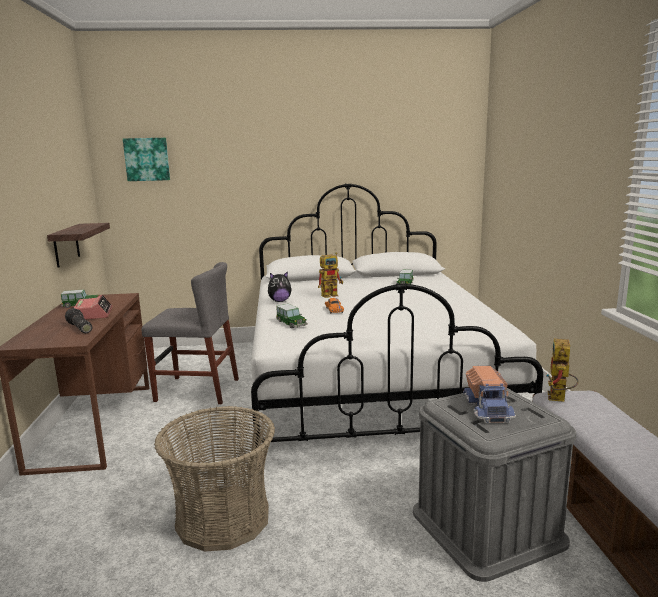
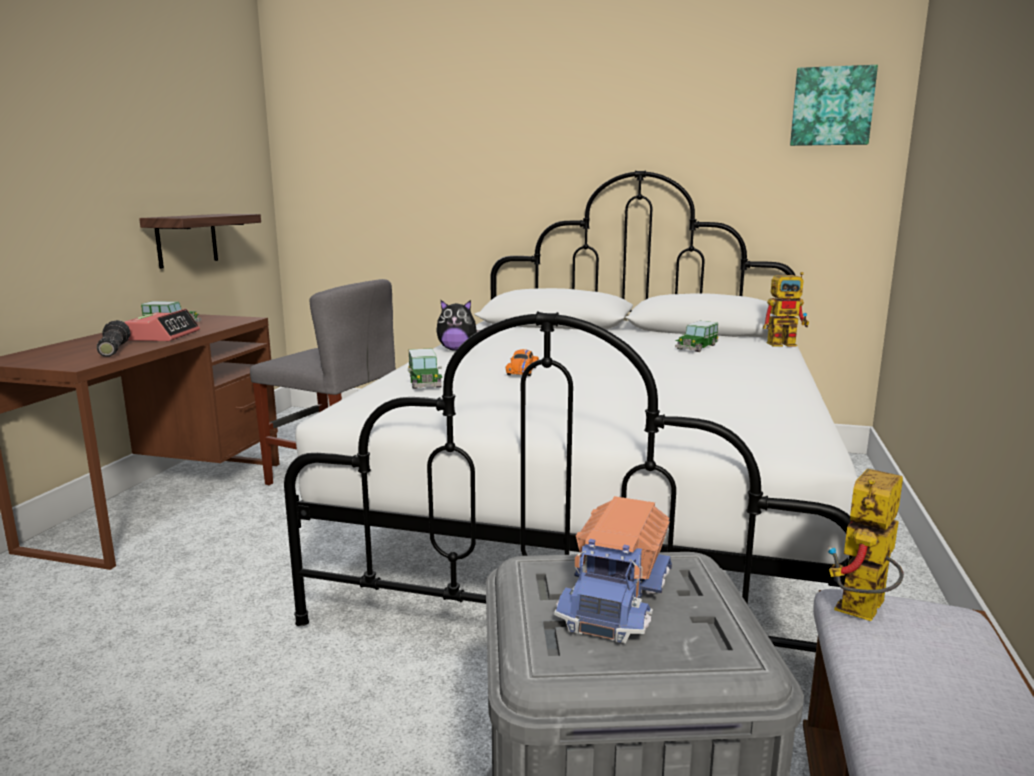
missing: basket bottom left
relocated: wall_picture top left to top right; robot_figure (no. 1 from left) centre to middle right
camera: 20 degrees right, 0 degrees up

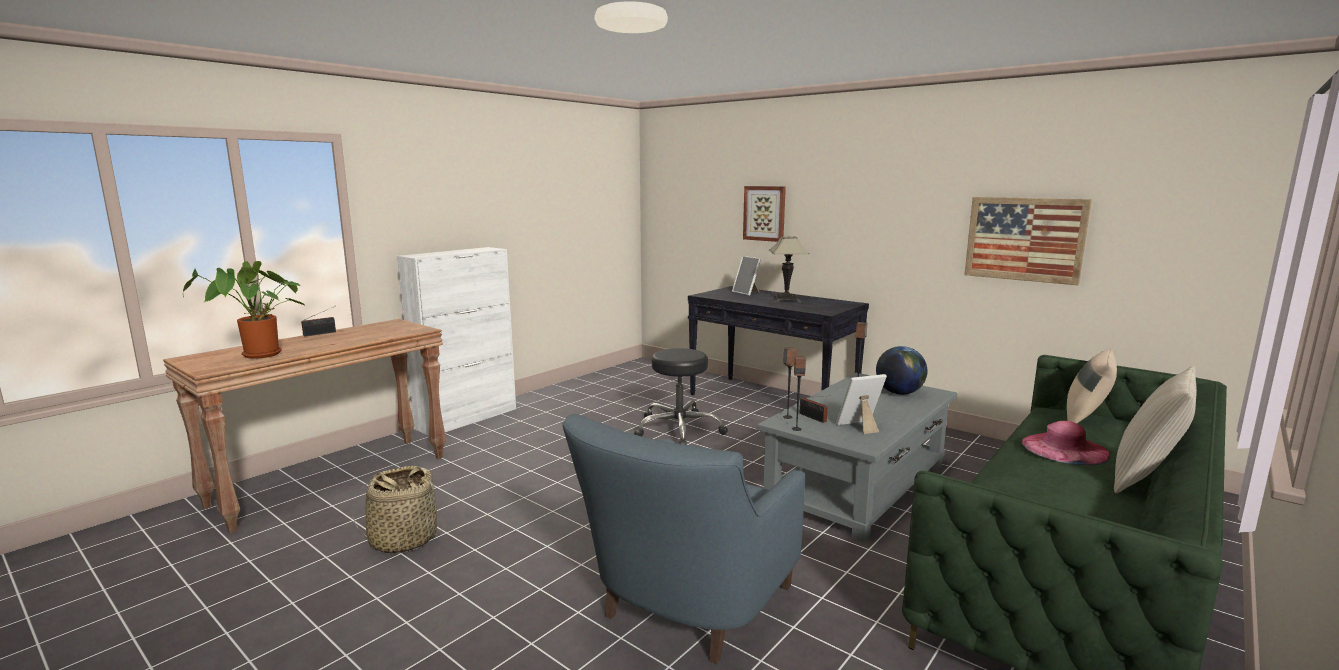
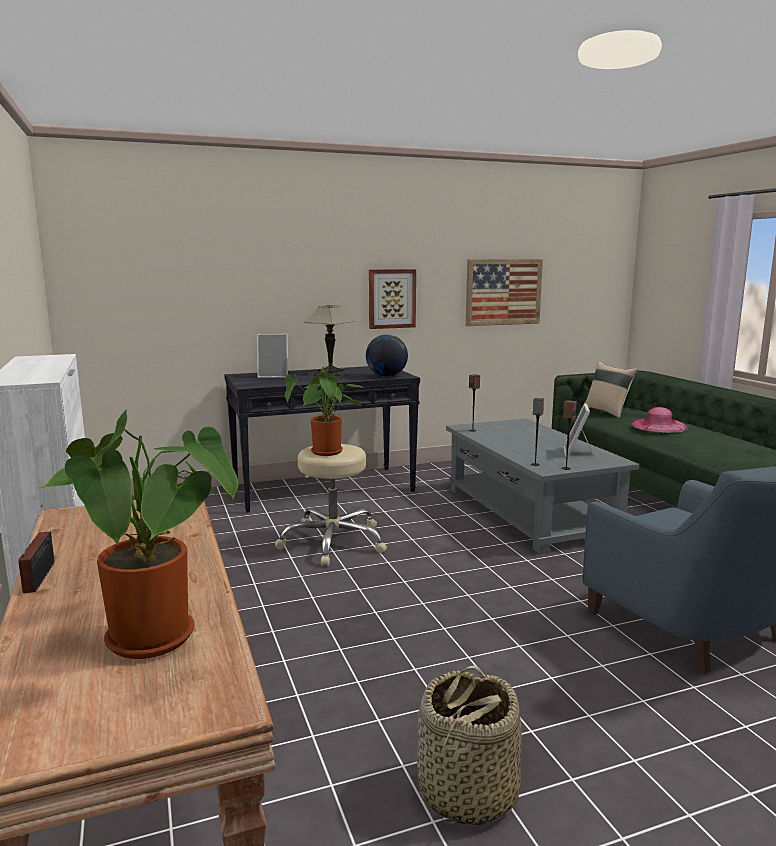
missing: radio_receiver (no. 2 from left) centre; beige_cushion (no. 2 from left) middle right
appeared: plant_in_a_pot (no. 2 from left) centre
relocated: wall_picture (no. 1 from left) top centre to centre; desk_globe middle right to centre
colour: blackish_stool_seat centre to beige_stool_seat centre
camera: 60 degrees left, 0 degrees up

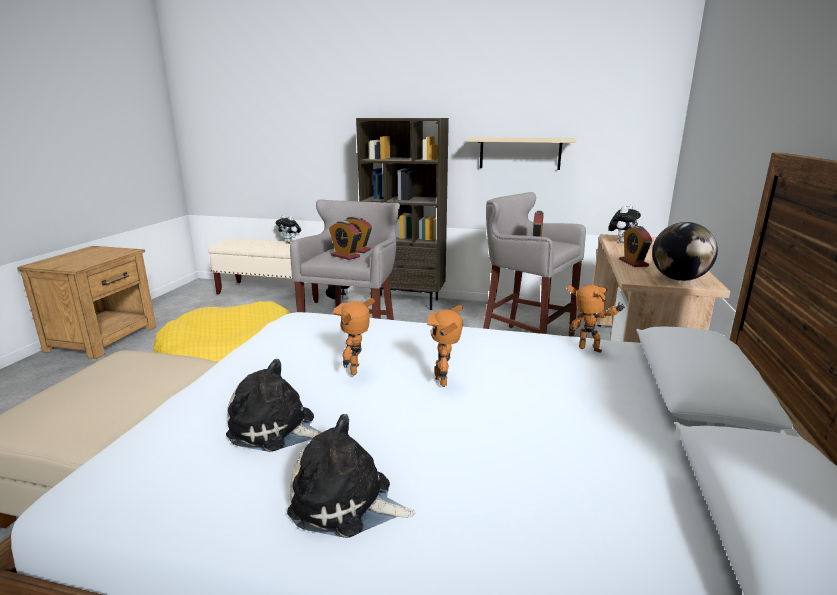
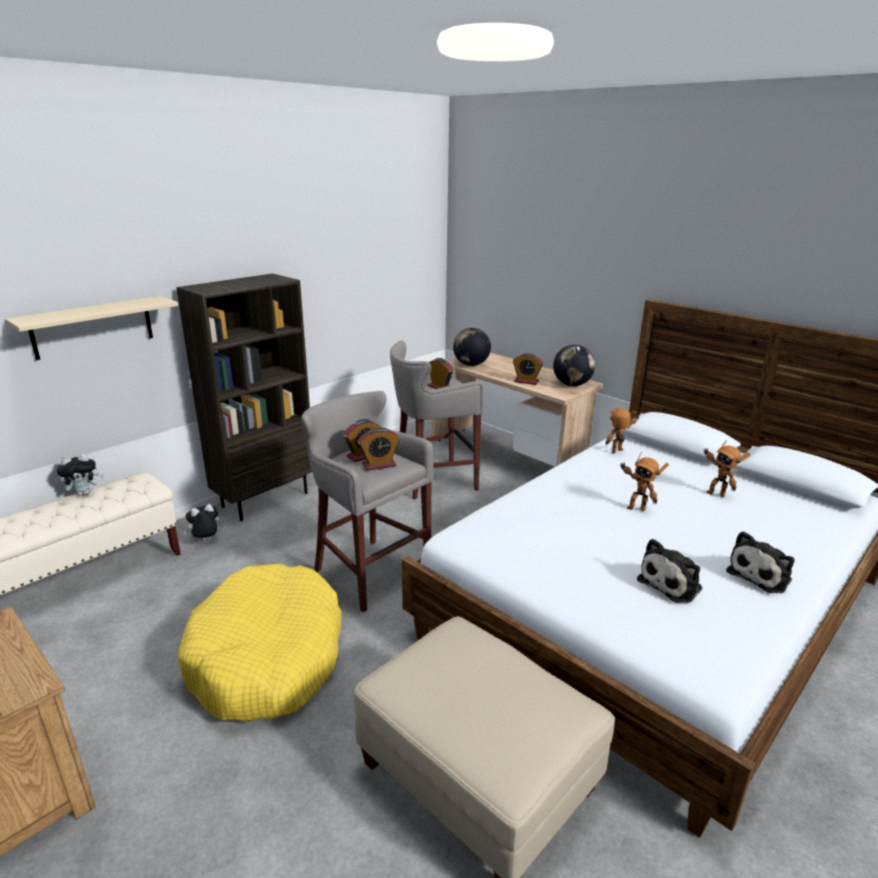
relocated: robot_figure (no. 1 from left in the first image) centre to robot_figure (no. 3 from left) middle right; beige_wall_shelf top centre to middle left
exchanged: cuddly_toy (no. 5 from left) middle right to desk_globe (no. 1 from left) centre
camera: 60 degrees left, 5 degrees up

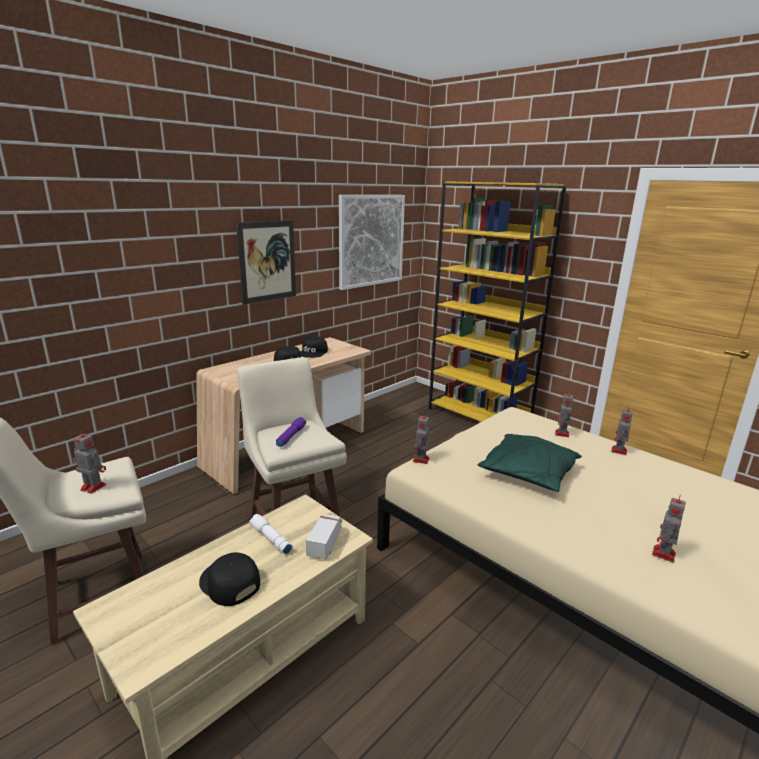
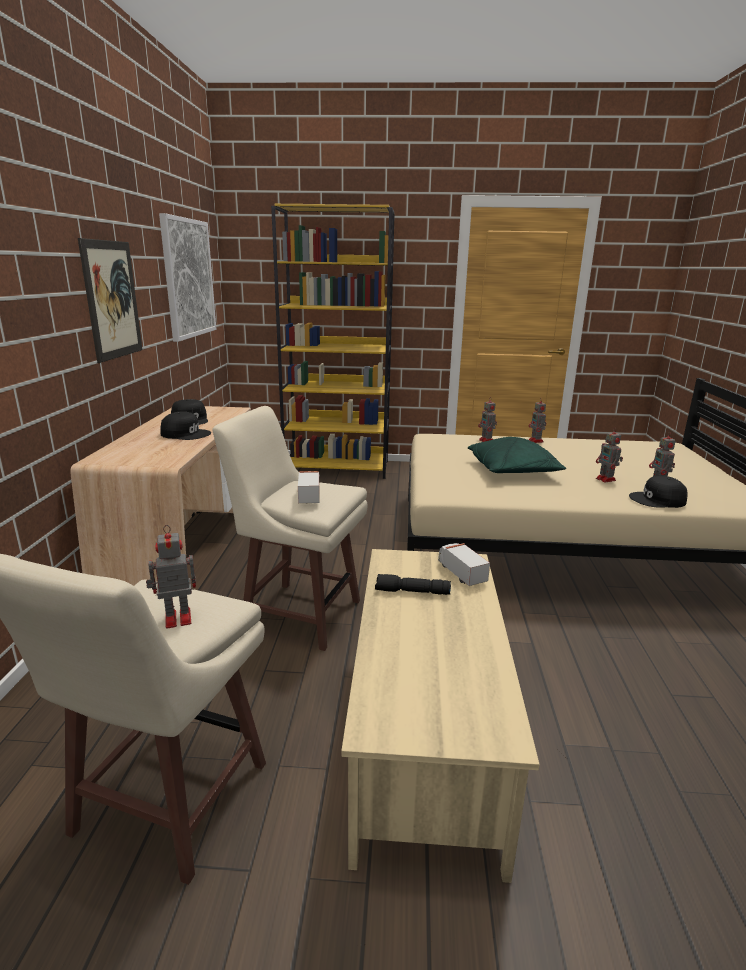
relocated: blackish_cap (no. 1 from left in the first image) bottom left to blackish_cap (no. 3 from left) middle right; robot_figure (no. 2 from left in the first image) centre to robot_figure (no. 4 from left) middle right
exchanged: purple_flashlight centre to toy_truck (no. 1 from left) centre
colour: white_flashlight bottom centre to blackish_flashlight centre
camera: 40 degrees left, 0 degrees up

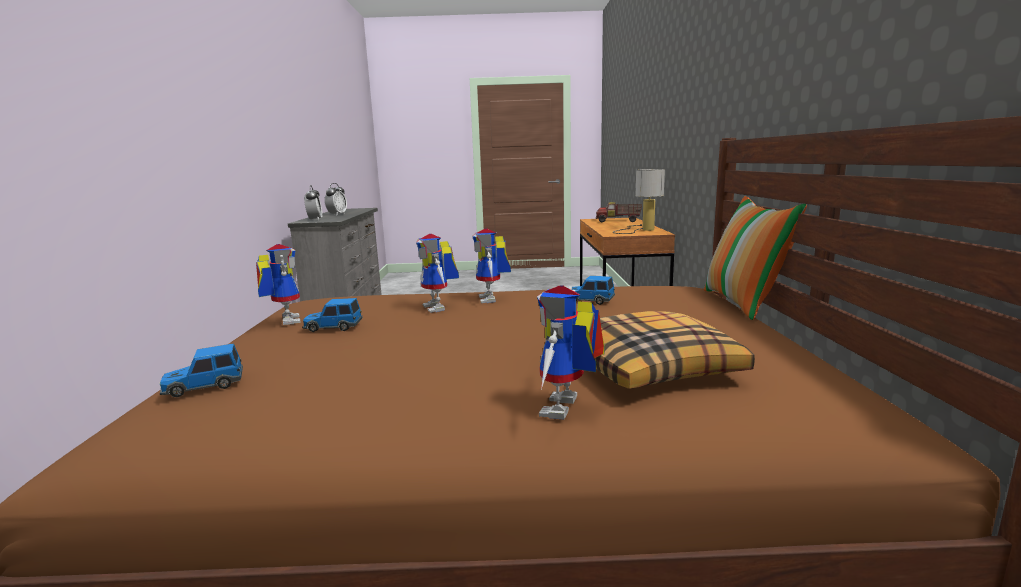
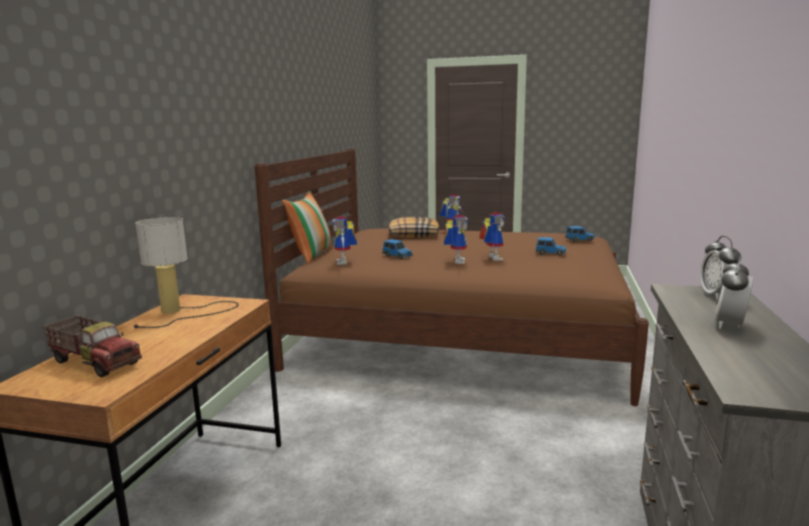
relocated: robot_figure (no. 1 from left) middle left to centre
camera: 165 degrees left, 0 degrees up

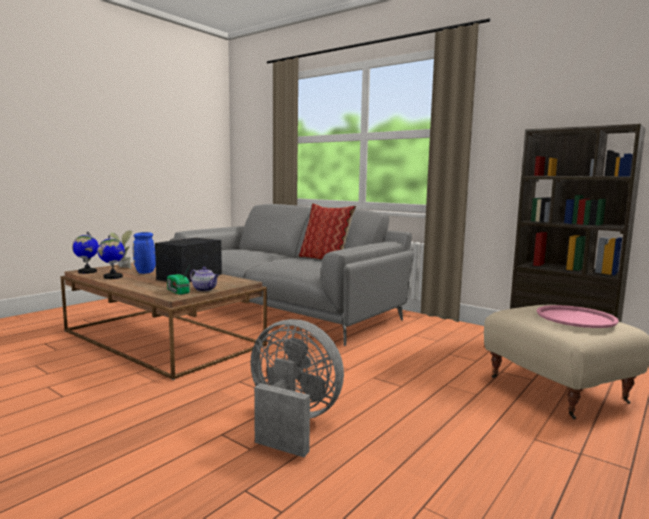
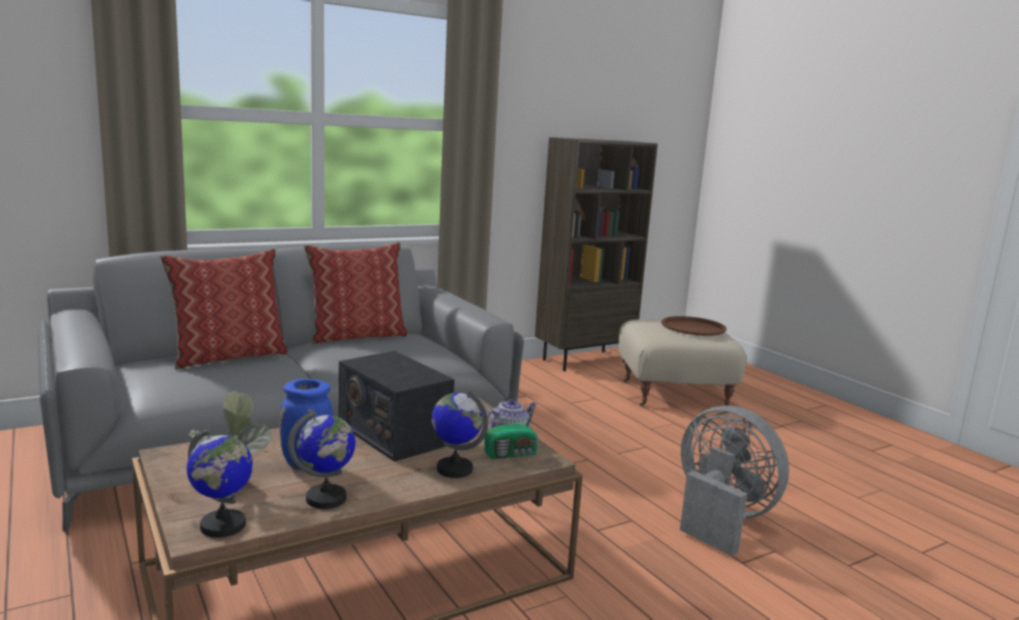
appeared: cushion (no. 1 from left) middle left; desk_globe (no. 3 from left) bottom centre
colour: pink-coloured_tray middle right to brown_tray middle right
spun: gray_fan bottom centre = bottom right 90 degrees clockwise
camera: 70 degrees left, 5 degrees up

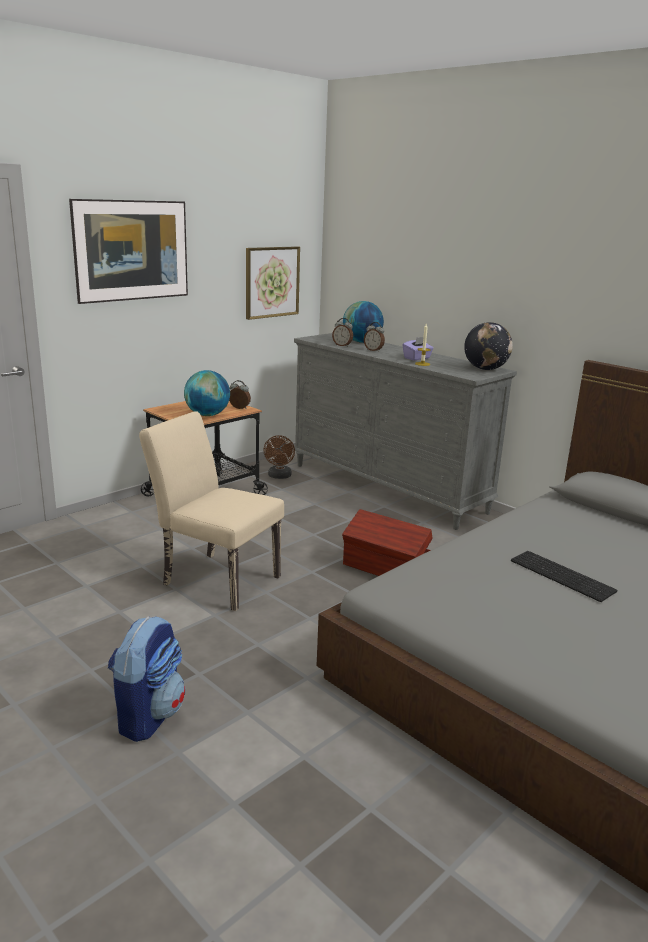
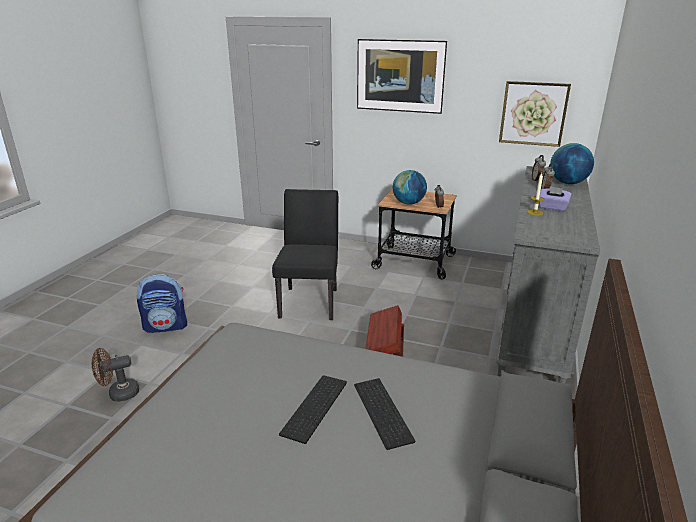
missing: desk_globe (no. 3 from left) middle right
appeared: keyboard (no. 2 from left) bottom centre
relocated: brown_fan centre to bottom left
colour: beige_chair middle left to blackish_chair centre
camera: 65 degrees right, 5 degrees up

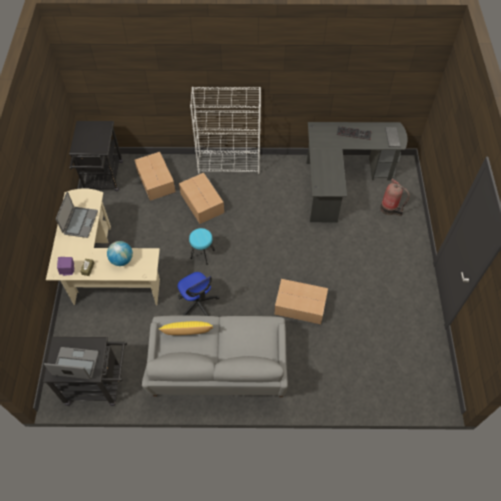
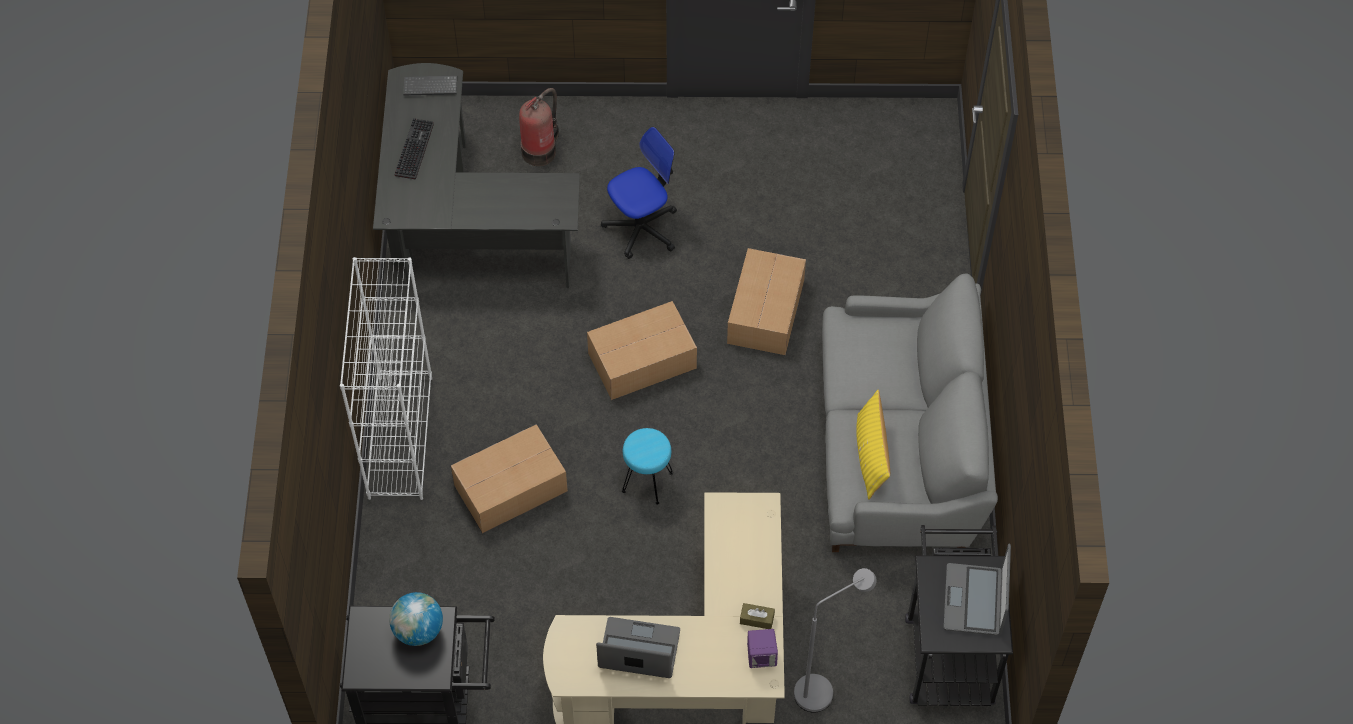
appeared: gray_standing_lamp bottom centre
relocated: desk_globe middle left to bottom left; packing_box (no. 1 from left in the first image) middle left to packing_box (no. 2 from left) centre; office_chair centre to top centre
camera: 90 degrees left, 0 degrees up

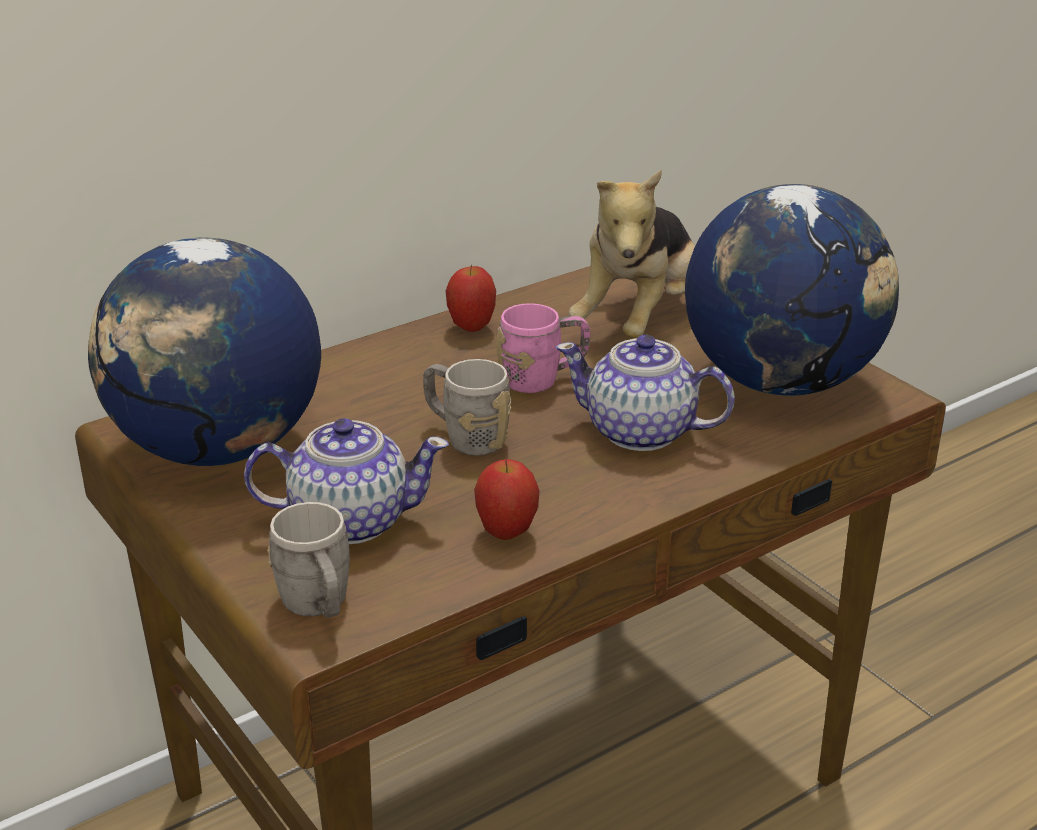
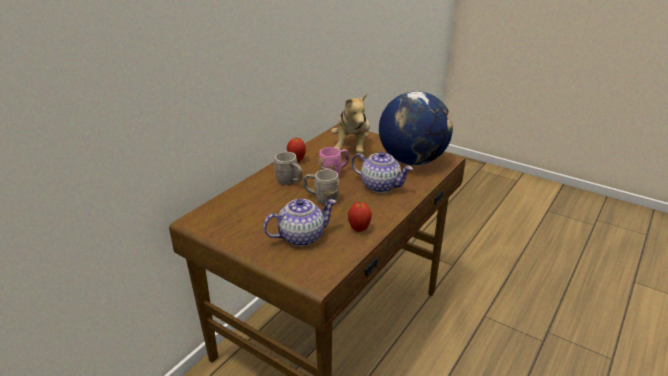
missing: desk_globe (no. 1 from left) middle left
relocated: gray_mug (no. 1 from left) bottom left to centre
spun: teapot (no. 2 from left) centre = centre 150 degrees counterclockwise
camera: 20 degrees left, 0 degrees up

